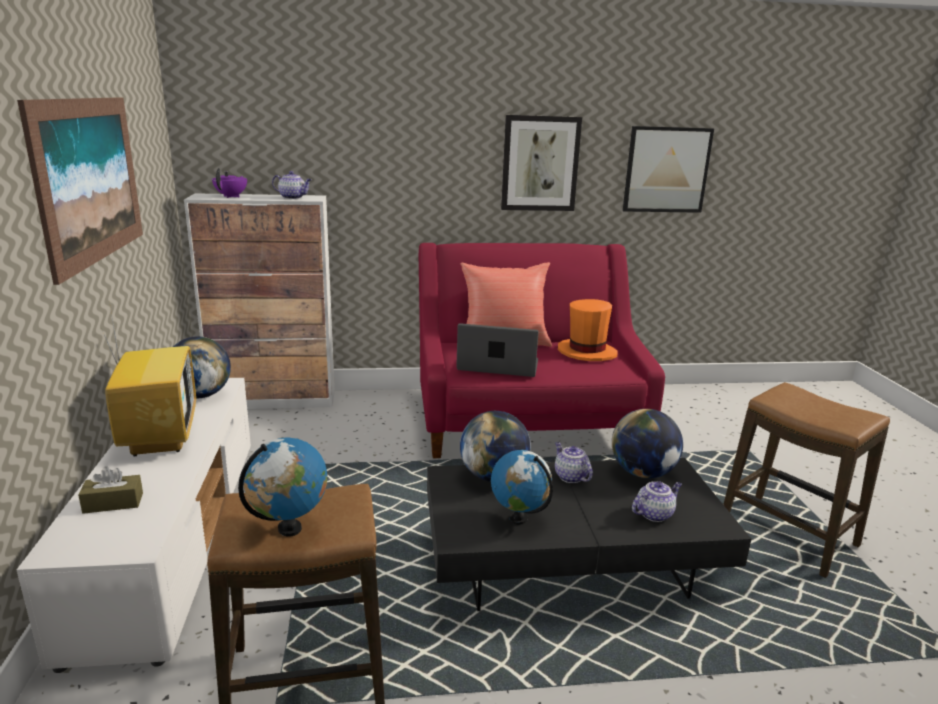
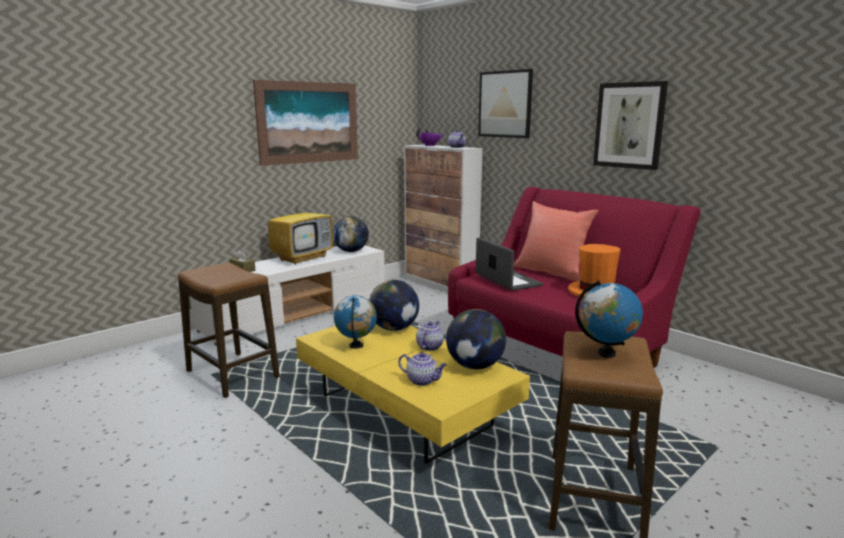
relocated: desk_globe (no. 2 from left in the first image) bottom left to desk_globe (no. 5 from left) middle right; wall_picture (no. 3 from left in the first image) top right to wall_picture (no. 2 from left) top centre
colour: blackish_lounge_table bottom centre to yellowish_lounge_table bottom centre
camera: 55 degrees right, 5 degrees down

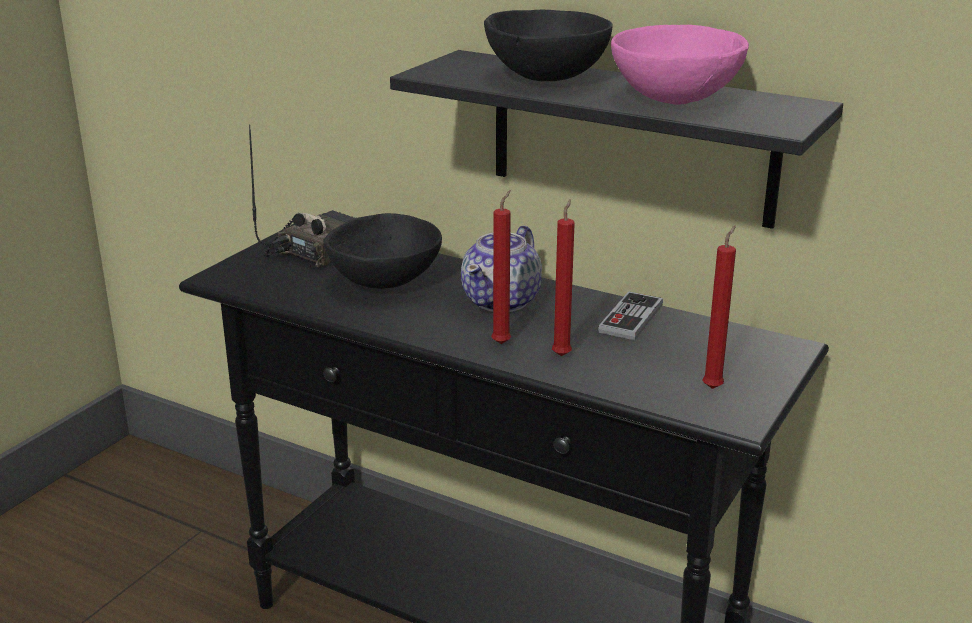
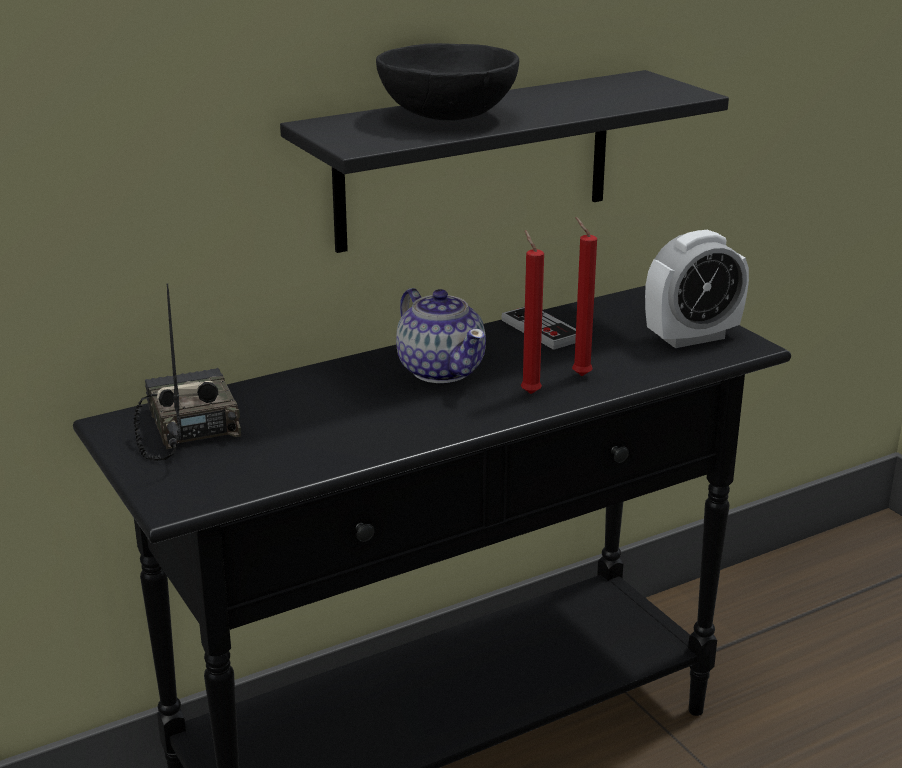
missing: blackish_deep_dish (no. 1 from left) centre; pink-coloured_deep_dish top right
exchanged: red_wax_light (no. 3 from left) middle right to table_clock middle right
camera: 60 degrees left, 0 degrees up

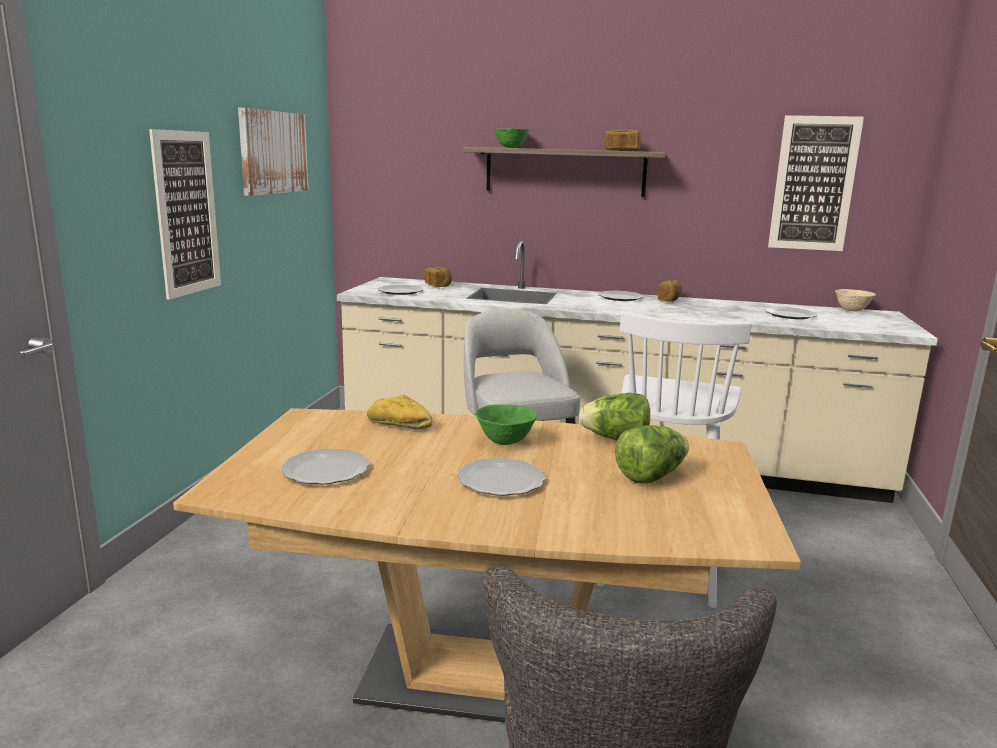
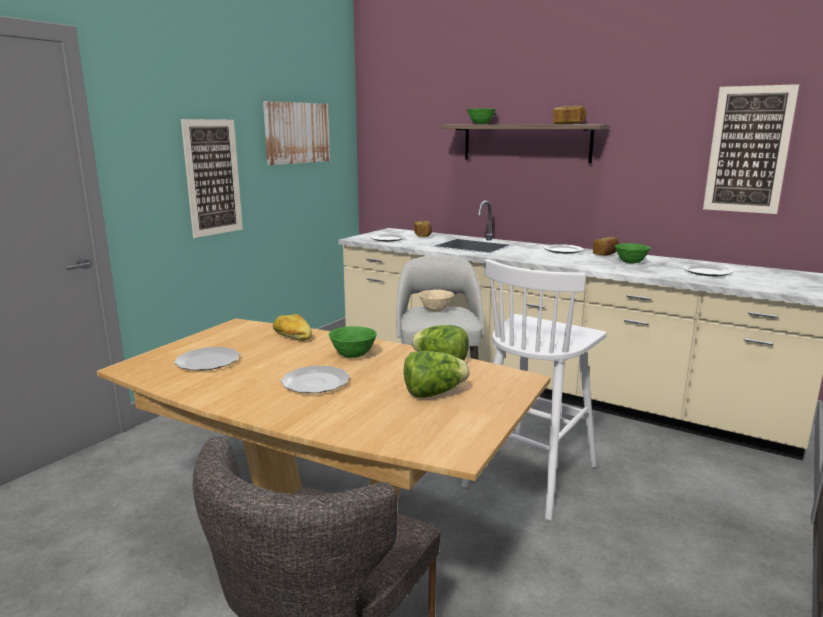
appeared: green-coloured_deep_dish (no. 3 from left) middle right
relocated: beige_deep_dish middle right to centre
camera: 20 degrees right, 0 degrees up

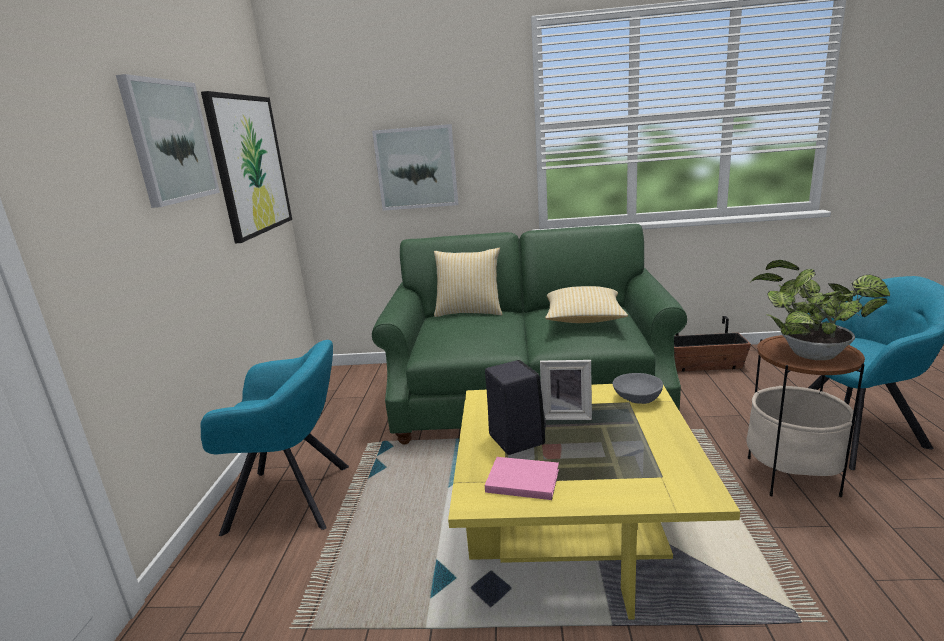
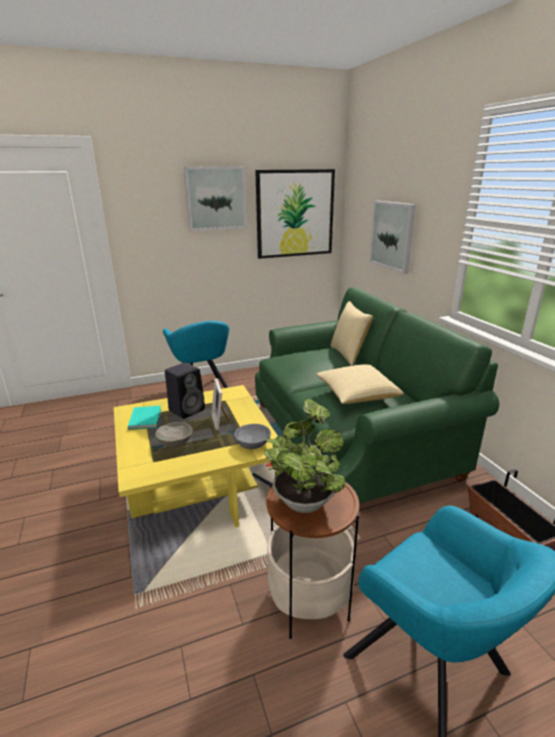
appeared: gray_deep_dish (no. 1 from left) middle left
colour: pink-coloured_bound_book bottom centre to blue-green_bound_book middle left
camera: 65 degrees right, 5 degrees up

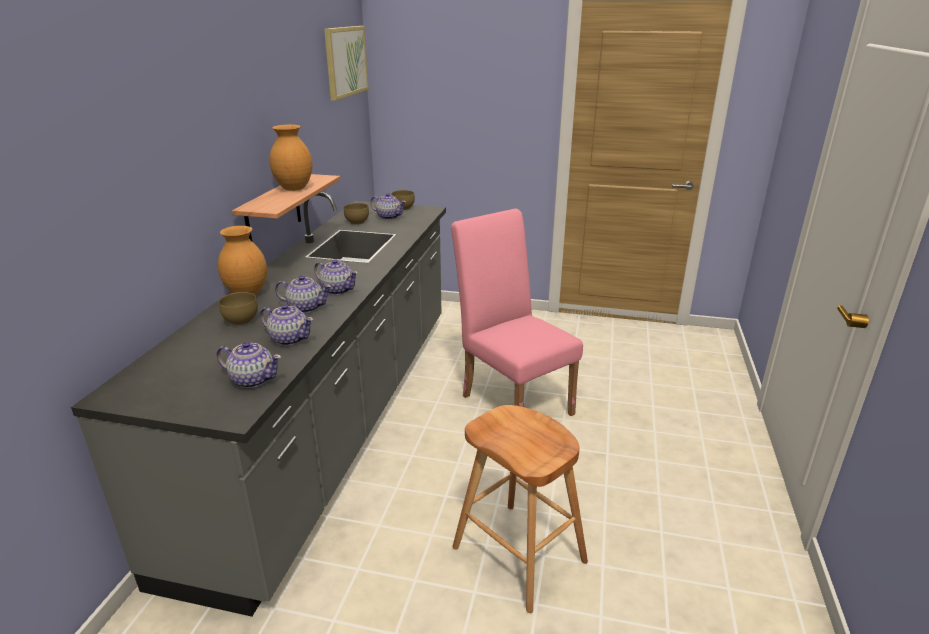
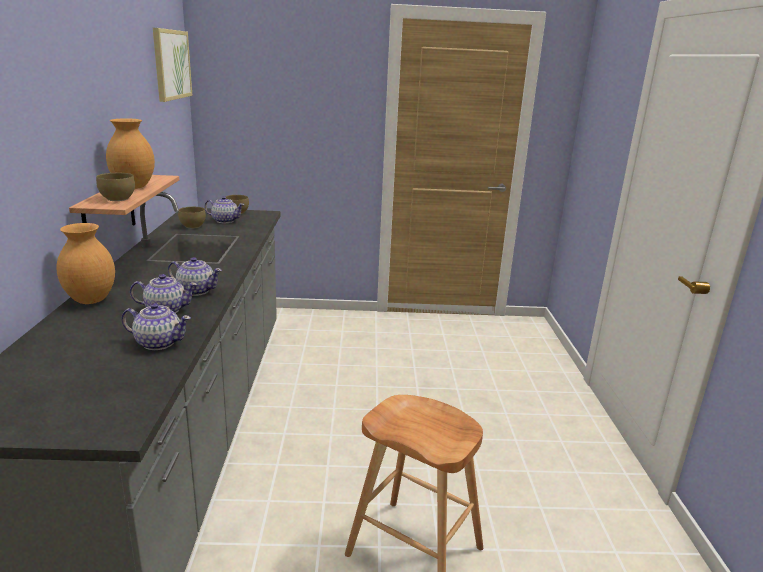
missing: teapot (no. 1 from left) middle left; pink-coloured_chair centre
relocated: brown_deep_dish (no. 1 from left) middle left to top left
camera: 15 degrees left, 5 degrees down

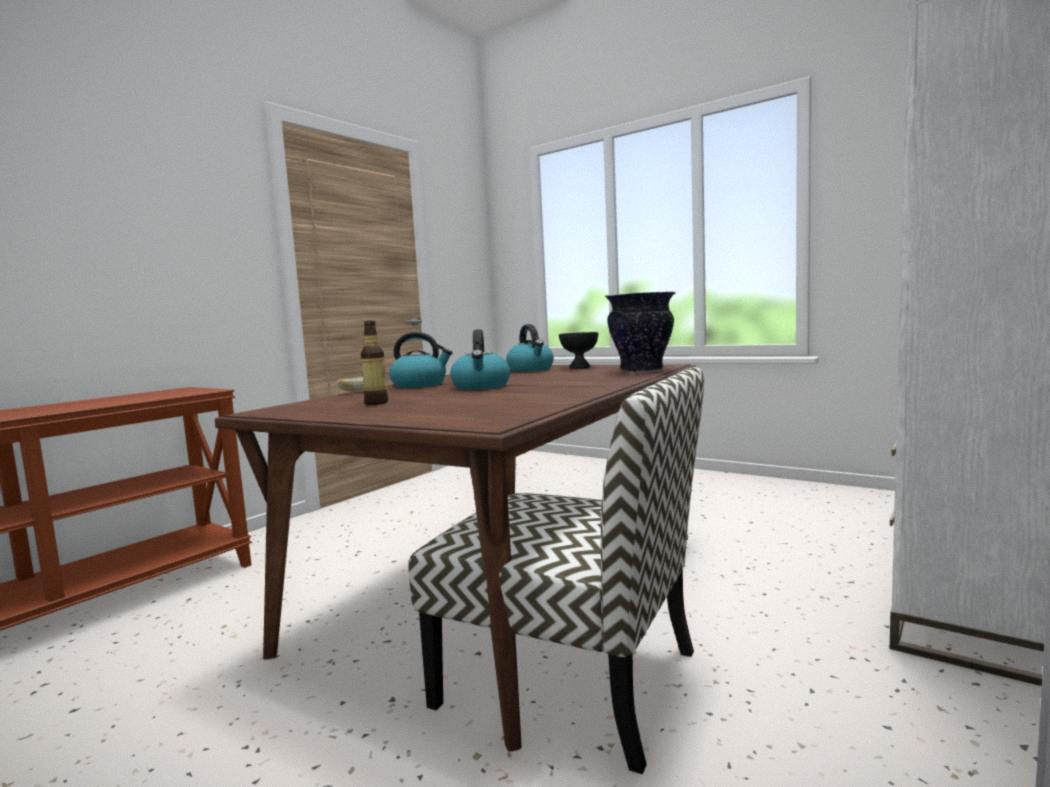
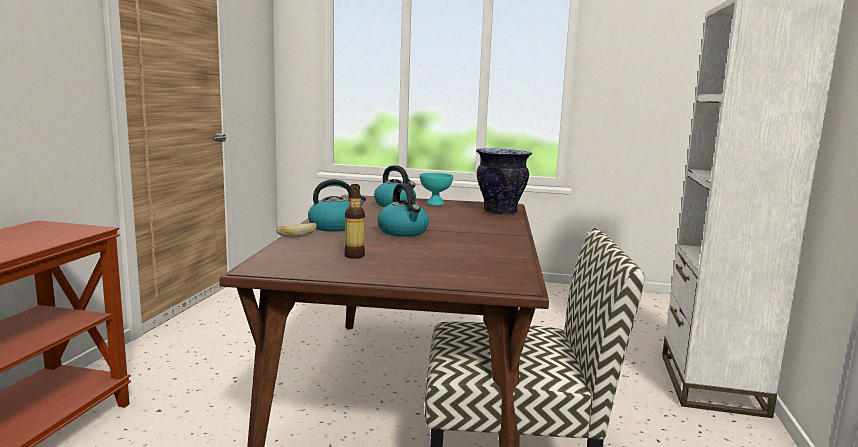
colour: blackish_deep_dish centre to blue-green_deep_dish centre
camera: 25 degrees left, 5 degrees up

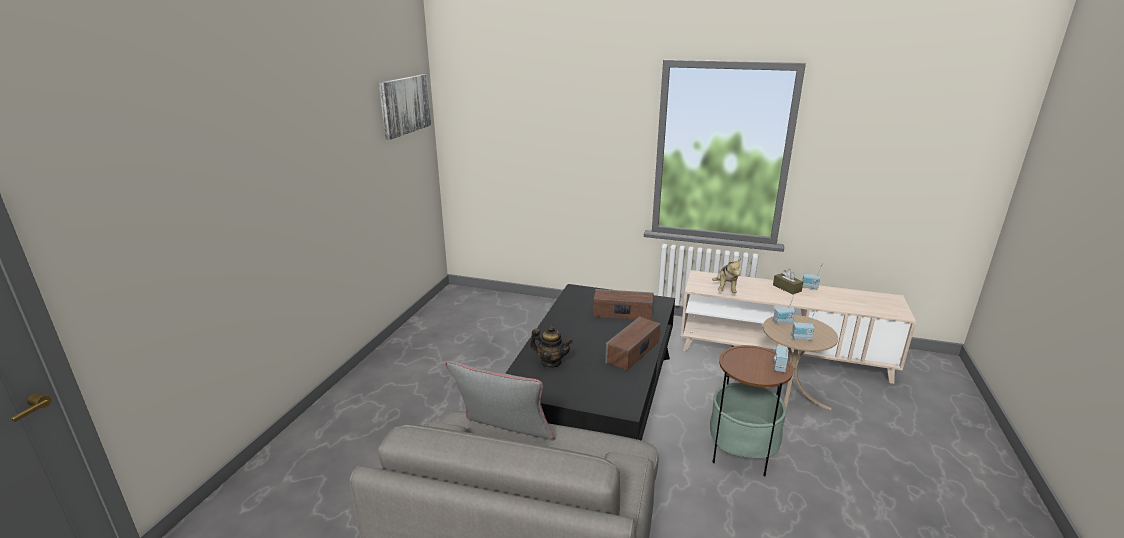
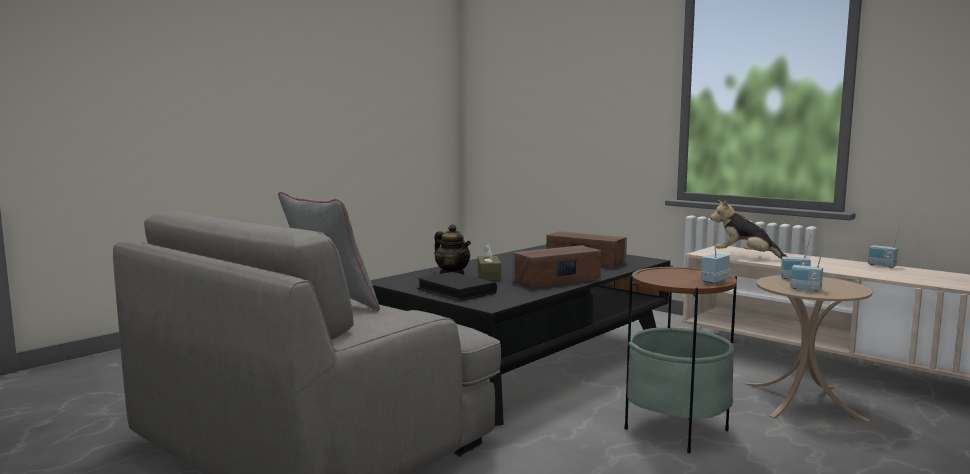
missing: wall_picture top centre
appeared: blackish_bound_book centre
relocated: brown_tissue_holder middle right to centre
spun: cuddly_toy centre = middle right 90 degrees clockwise
camera: 25 degrees right, 15 degrees down

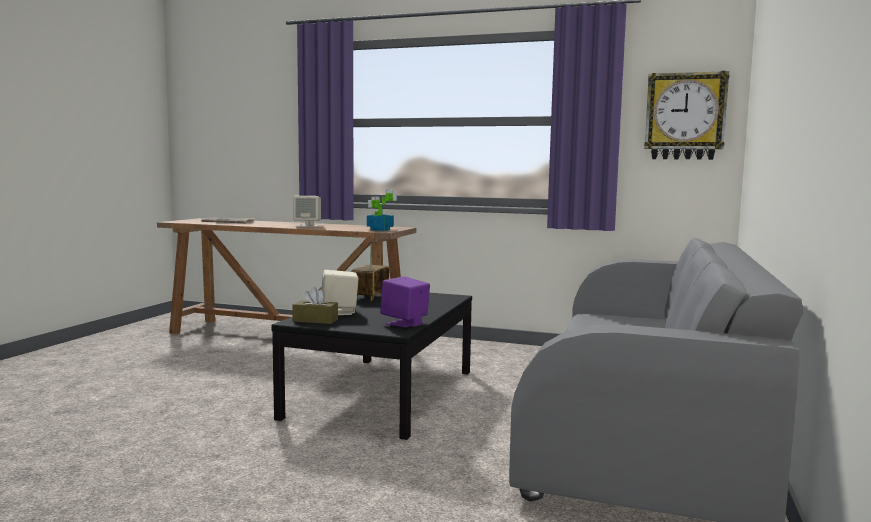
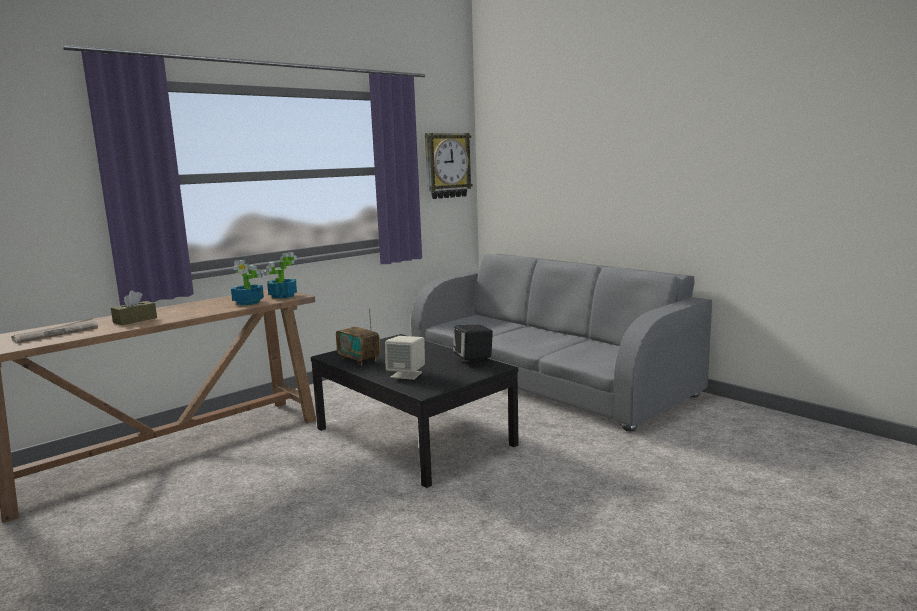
missing: beige_audio_speaker (no. 1 from left) centre
appeared: plant_in_a_pot (no. 1 from left) middle left
relocated: brown_tissue_holder centre to middle left
colour: purple_audio_speaker centre to blackish_audio_speaker centre
camera: 60 degrees left, 5 degrees up

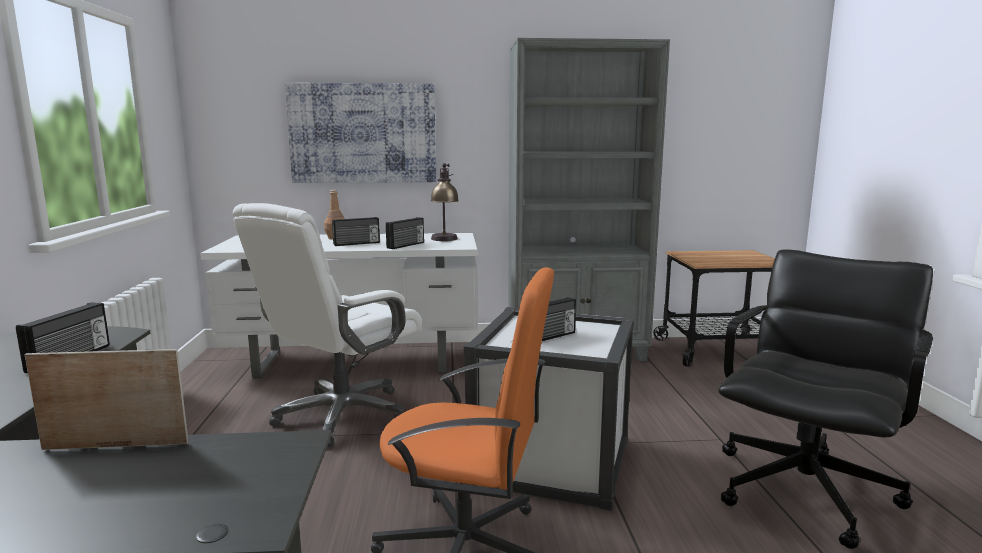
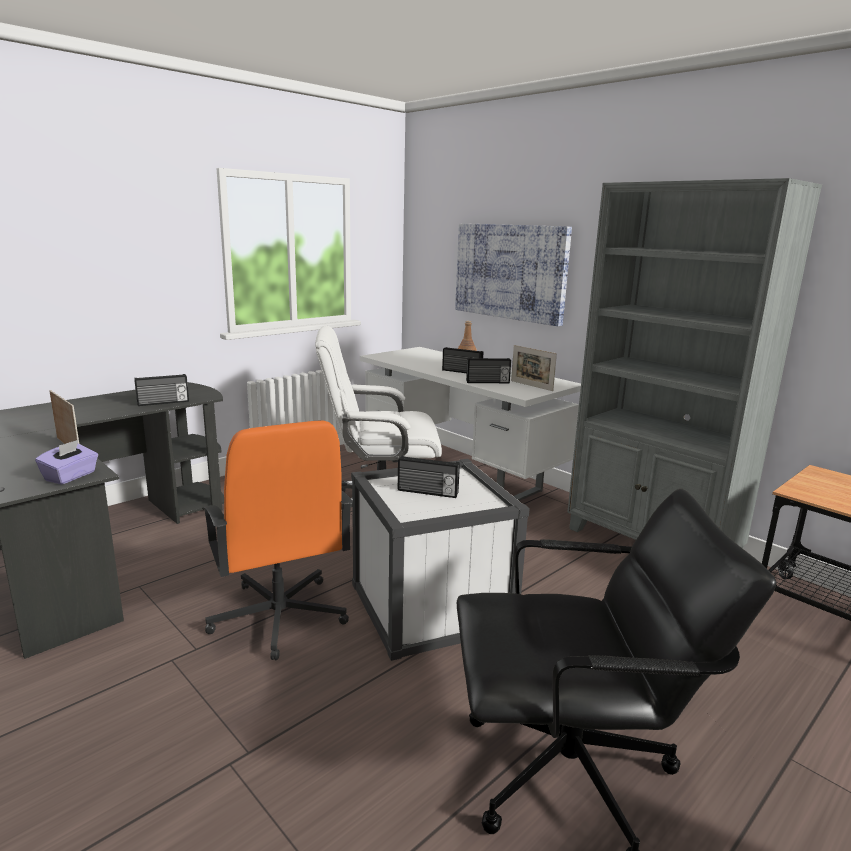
appeared: purple_tissue_holder middle left
exchanged: tabletop_lamp centre to standing_frame (no. 2 from left) centre
camera: 50 degrees right, 5 degrees up

